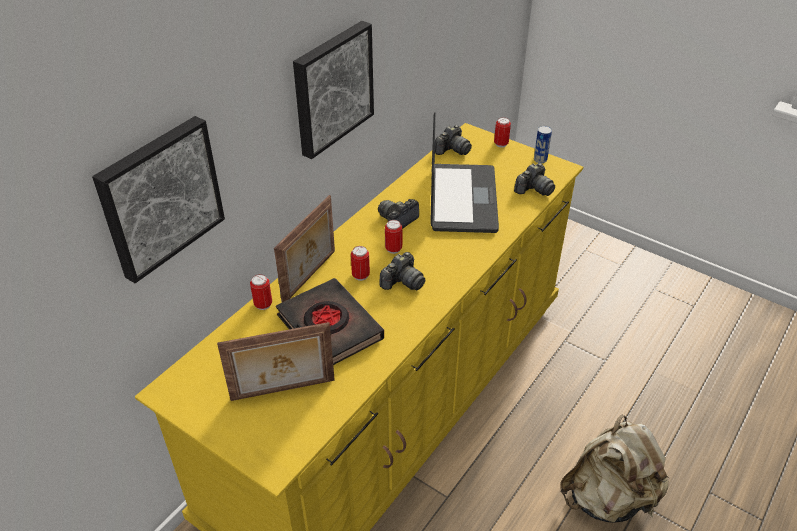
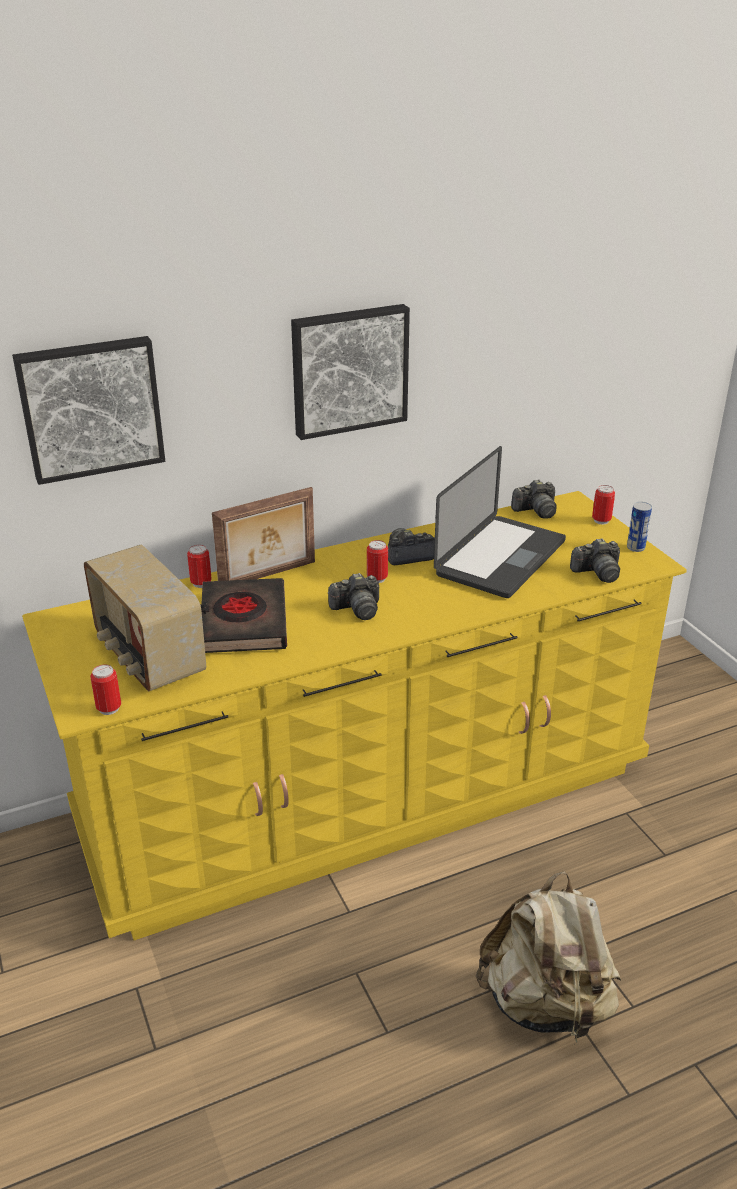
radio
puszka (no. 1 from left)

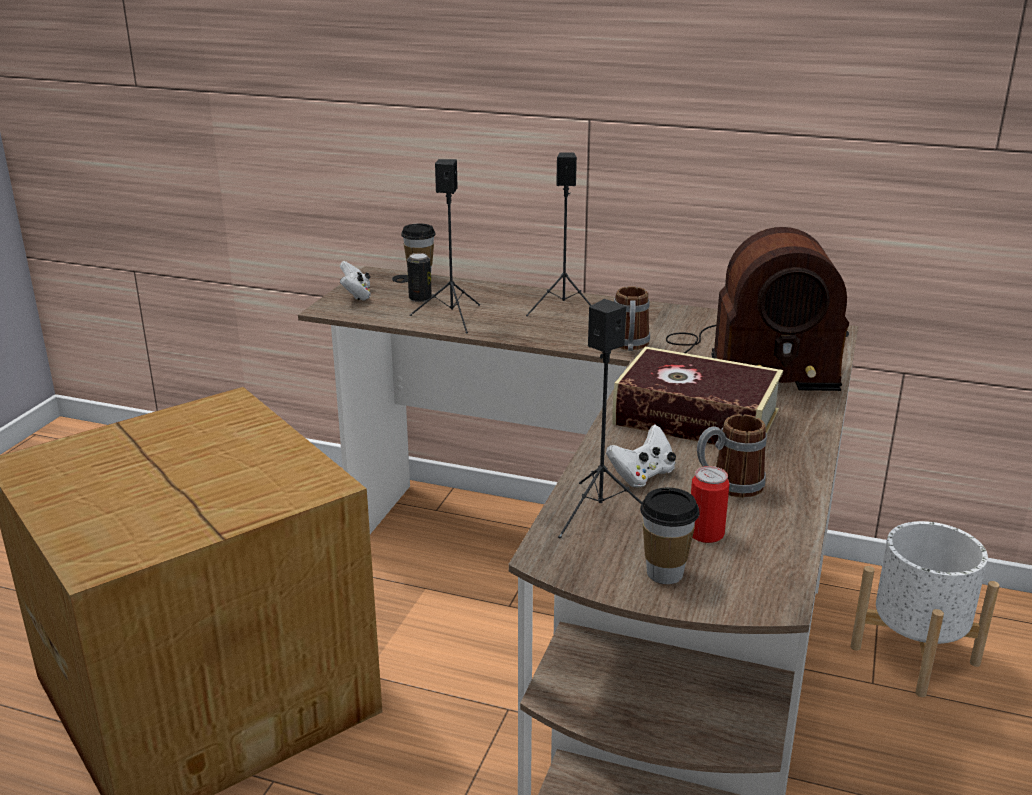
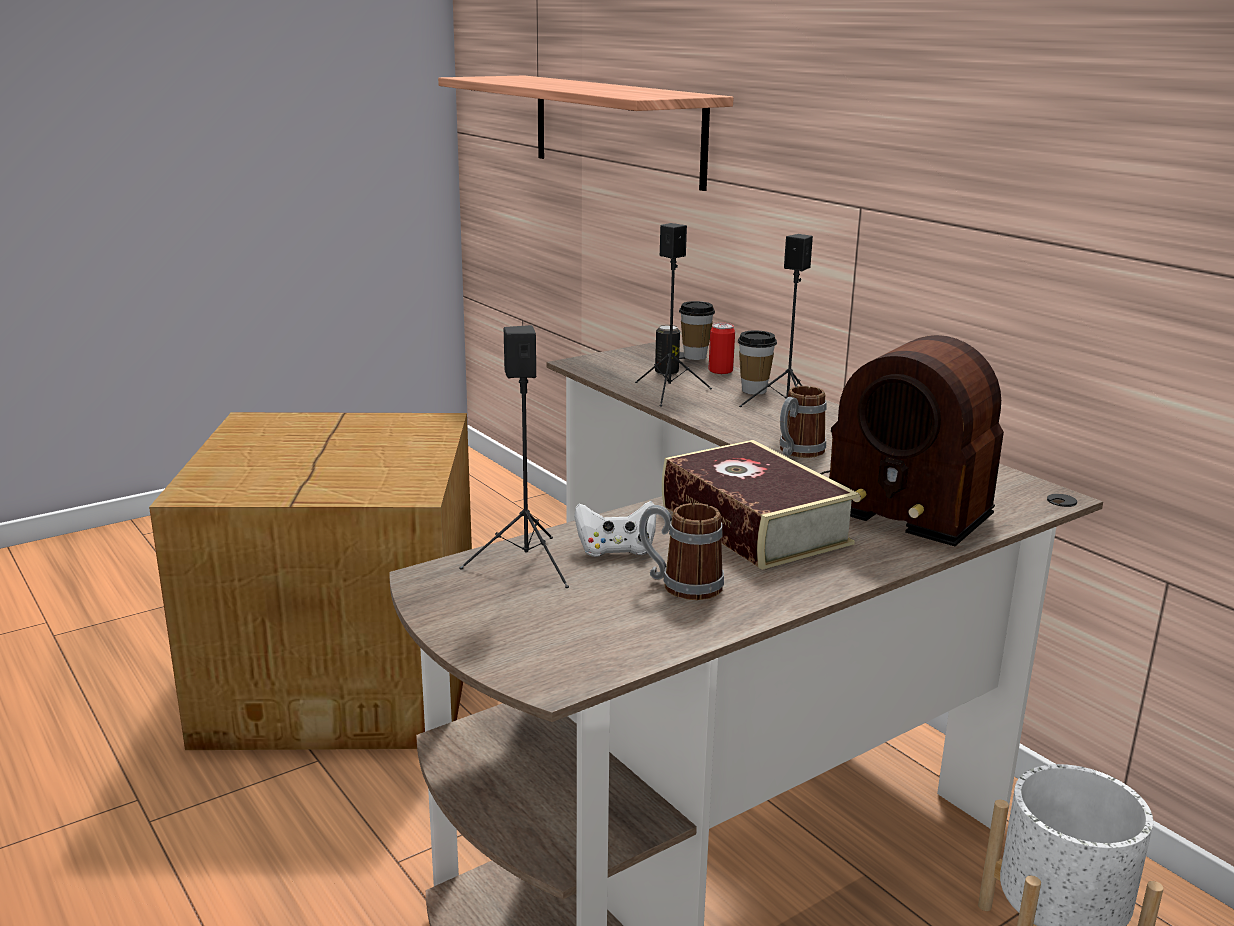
pad do gier/biały (no. 1 from left in the first image)
filiżanka (no. 2 from left)
puszka (no. 2 from left)
półka

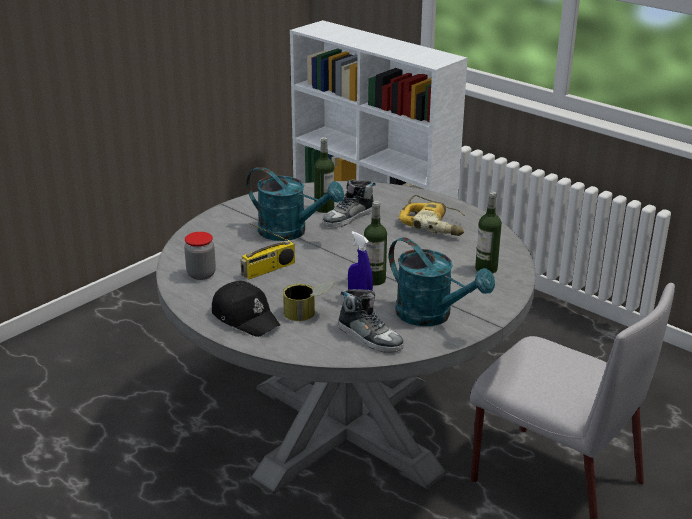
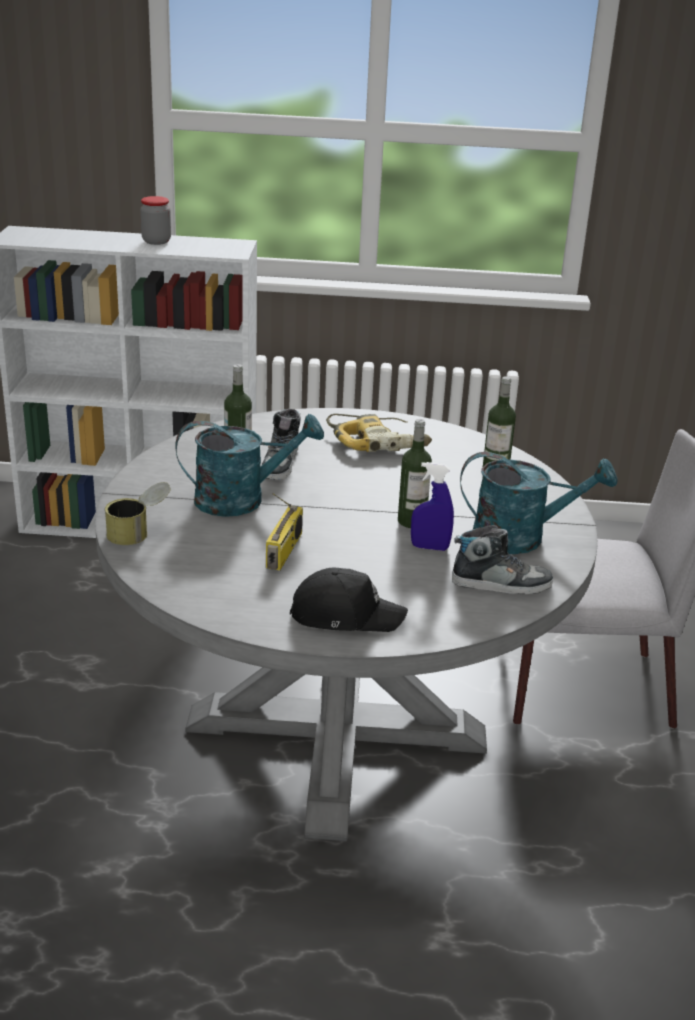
słoik
puszka

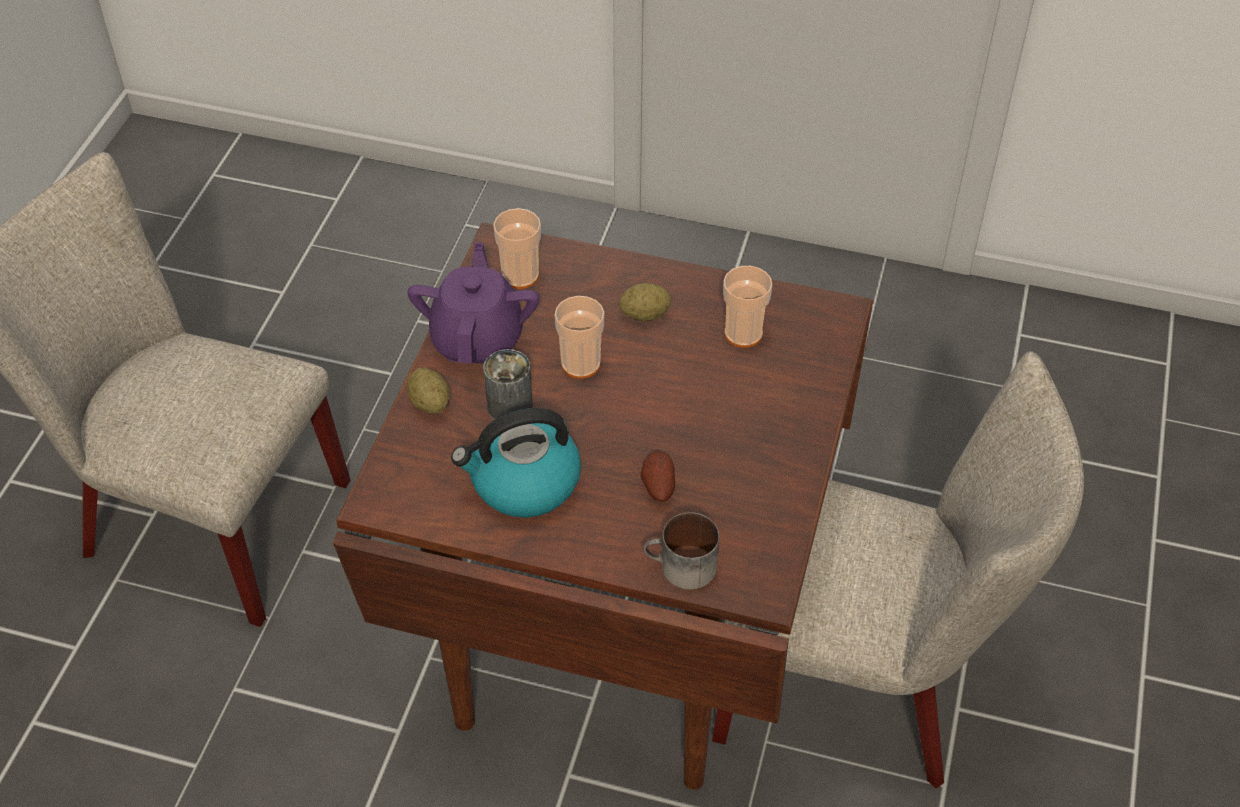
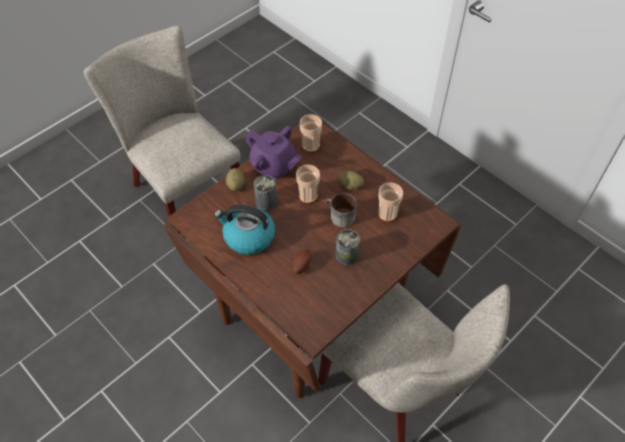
imbryk/fioletowy
kubek
puszka (no. 2 from left)

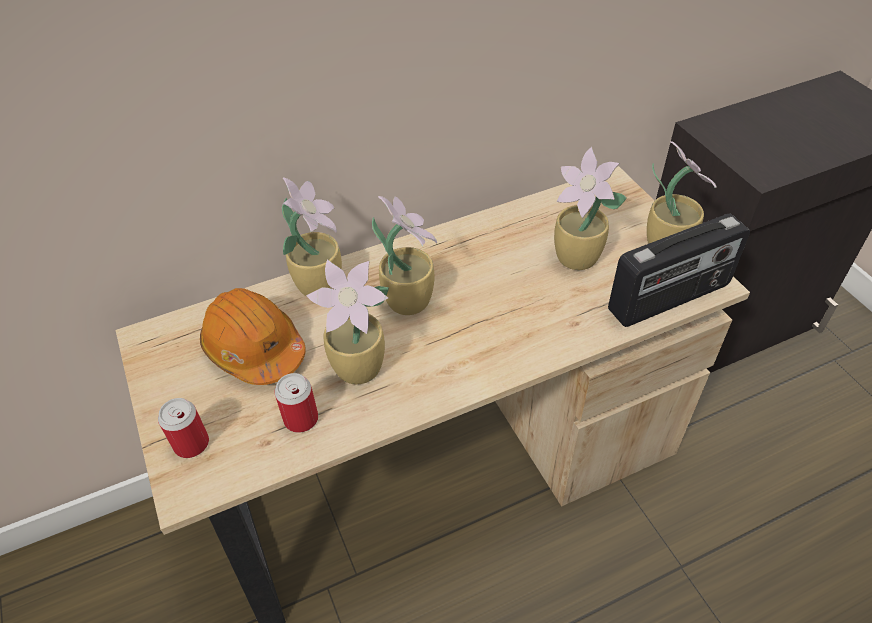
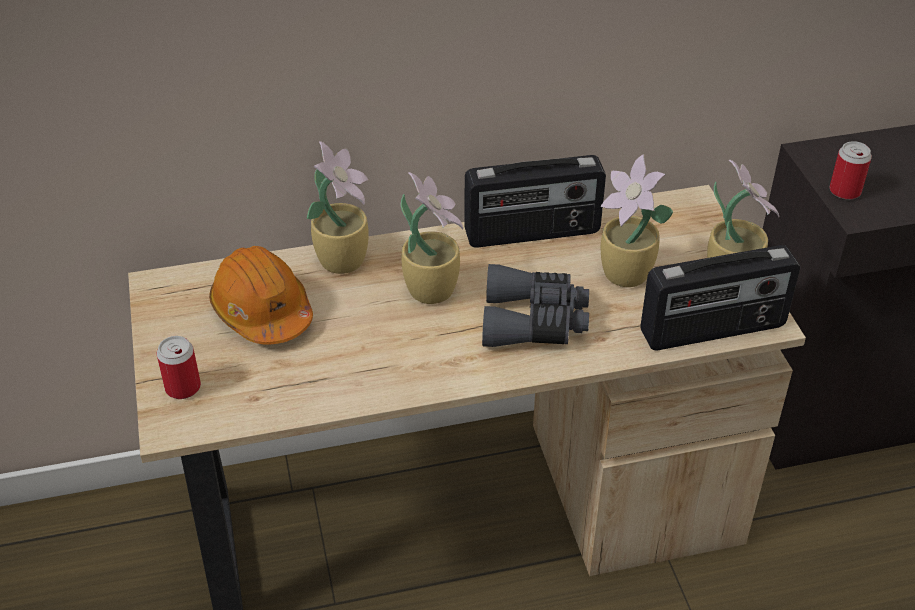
puszka (no. 2 from left)
roślina doniczkowa (no. 2 from left in the first image)
radio (no. 1 from left)
lornetka/szary

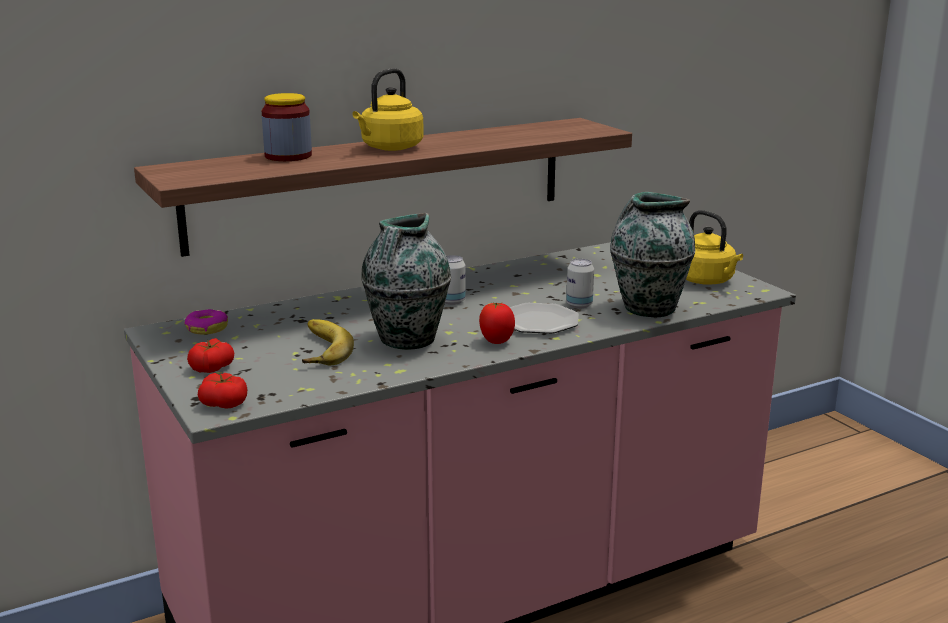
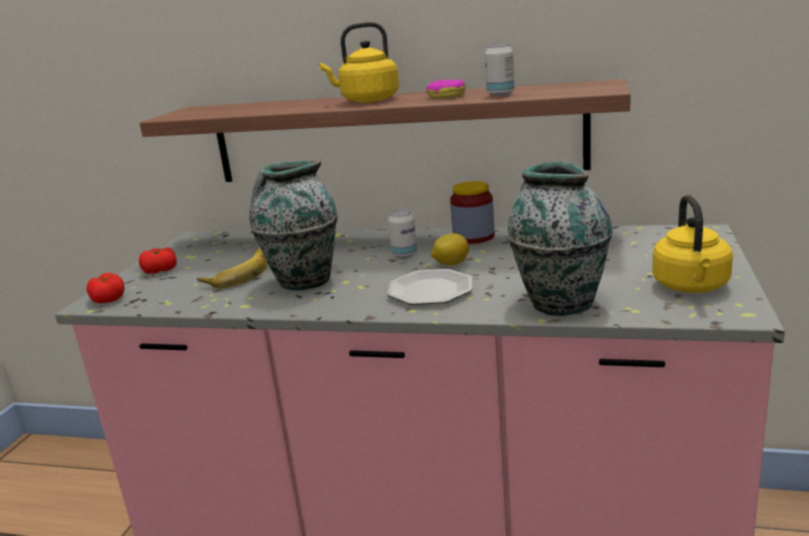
donut
słoik
pomidor (no. 3 from left in the first image)
puszka (no. 2 from left)
cytryna

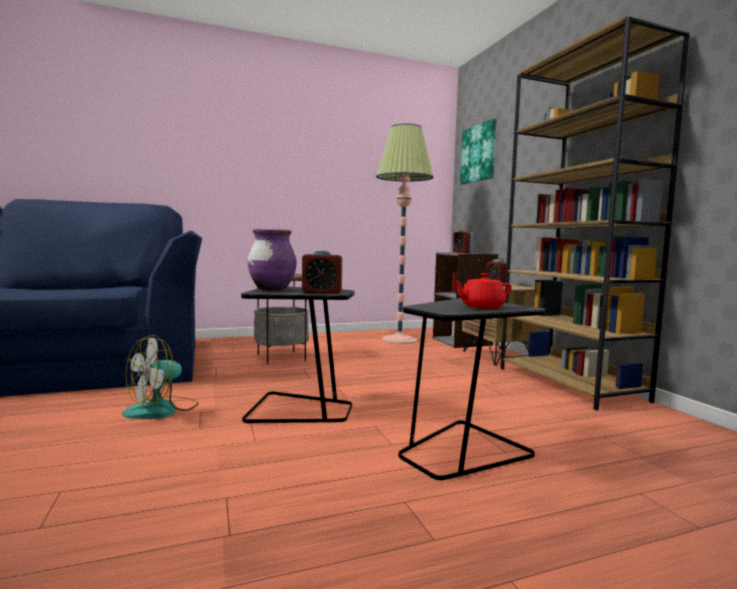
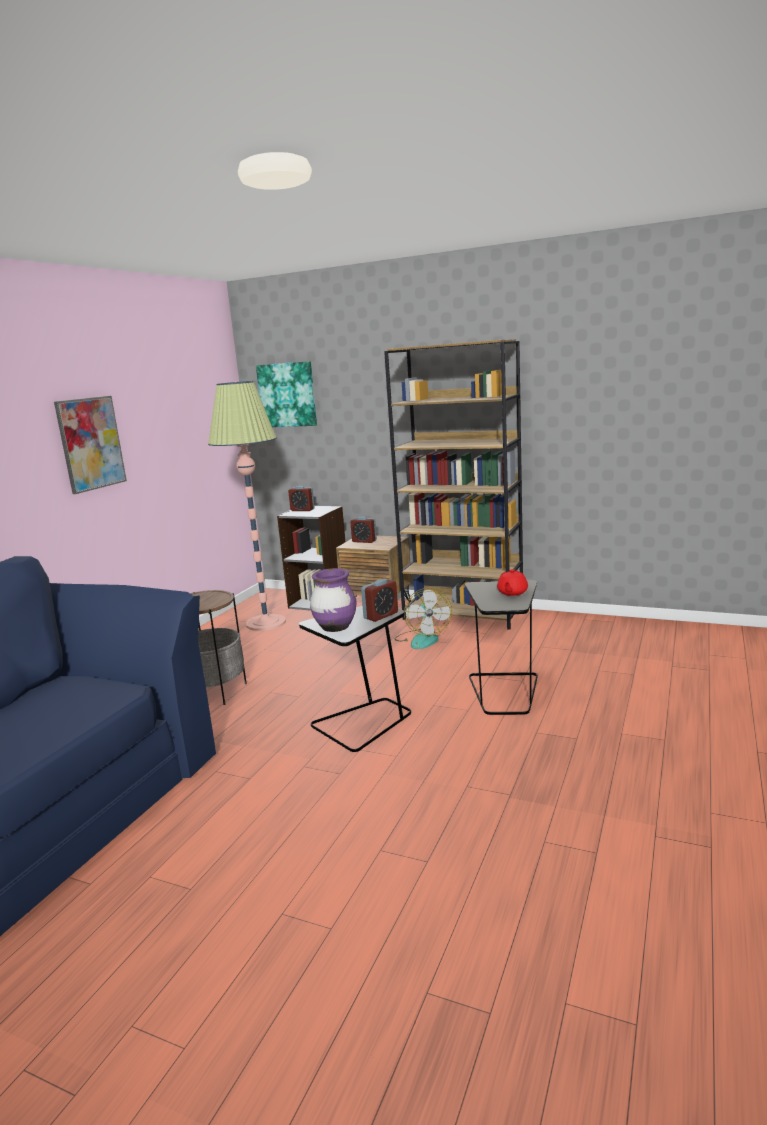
wentylator
obraz (no. 1 from left)

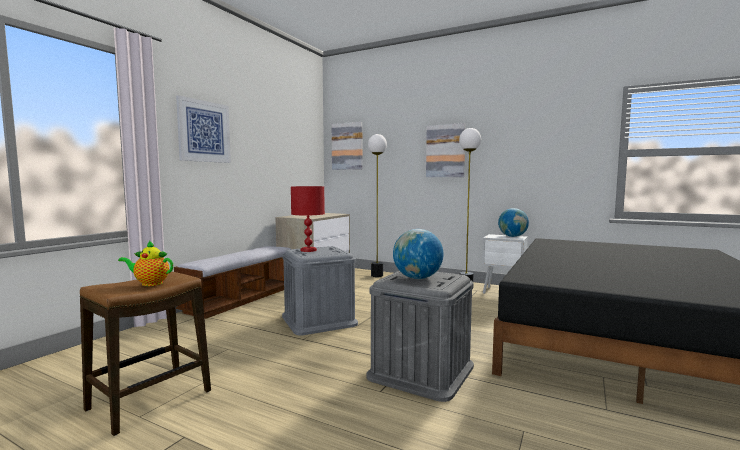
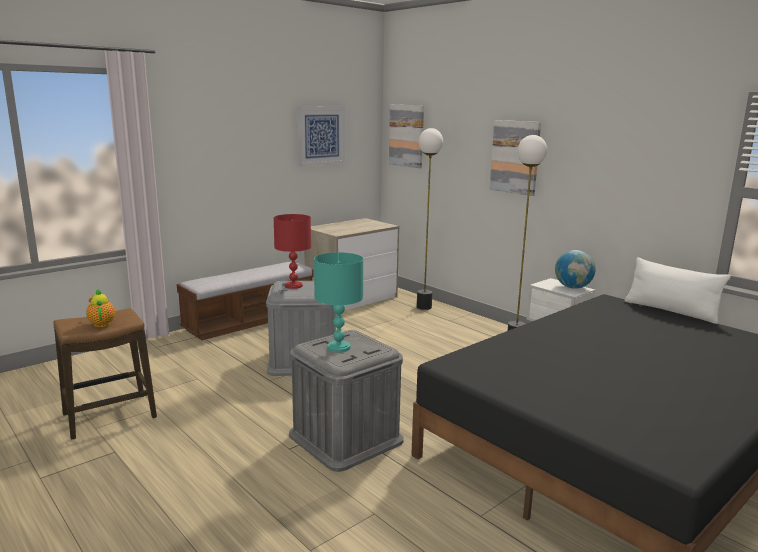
imbryk
obraz (no. 1 from left)
lampa stołowa/turkusowy
poduszka/biały

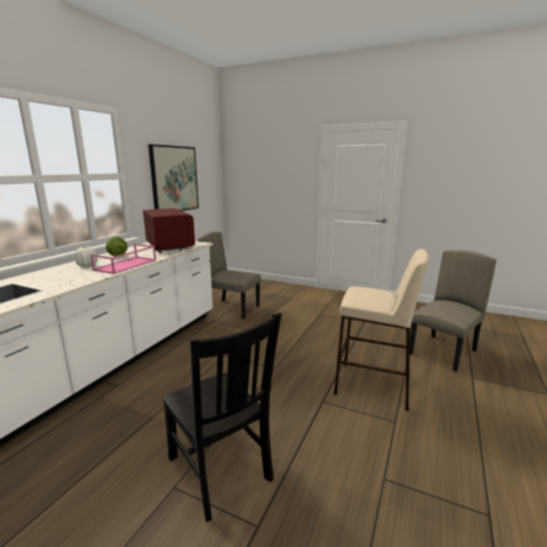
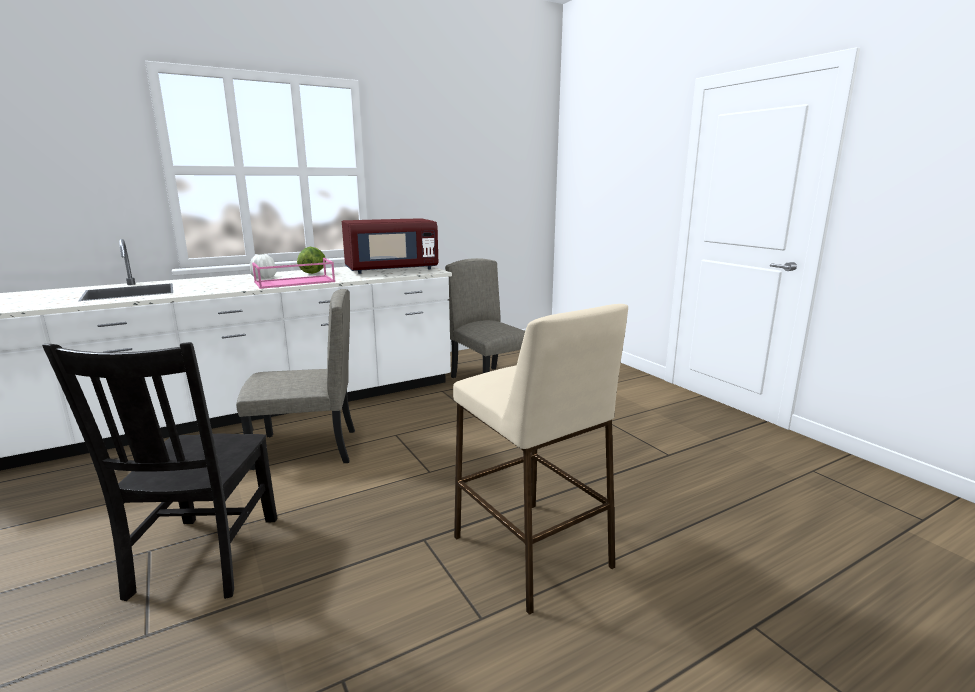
mikrofalówka/czerwony
obraz
krzesło/beżowy (no. 1 from left)

